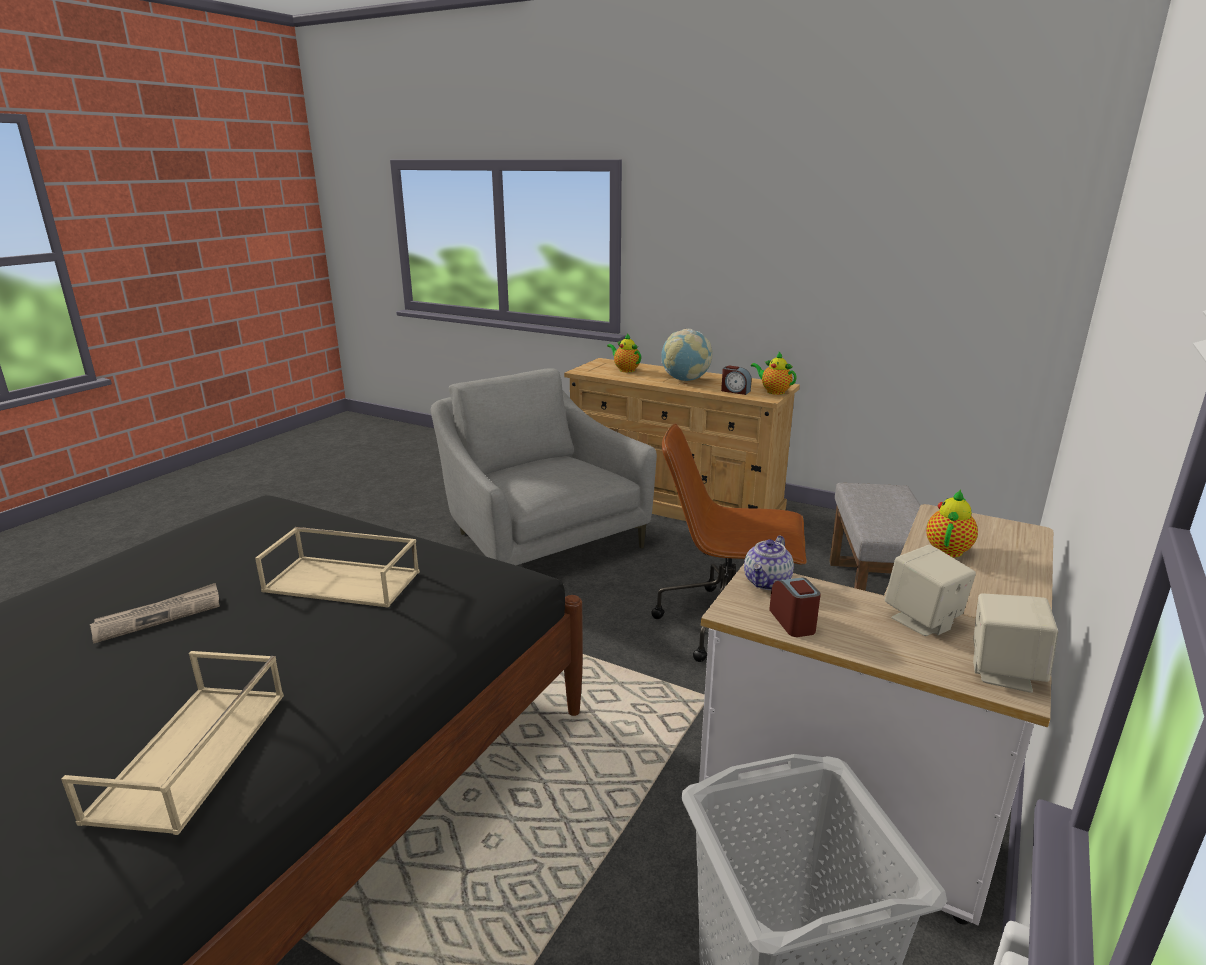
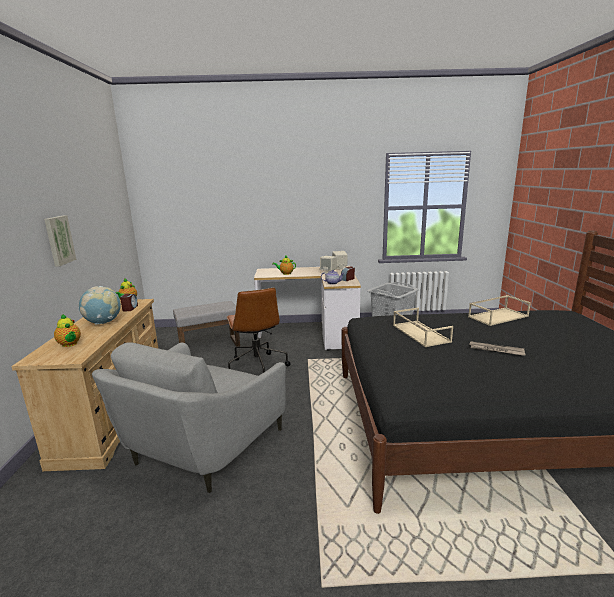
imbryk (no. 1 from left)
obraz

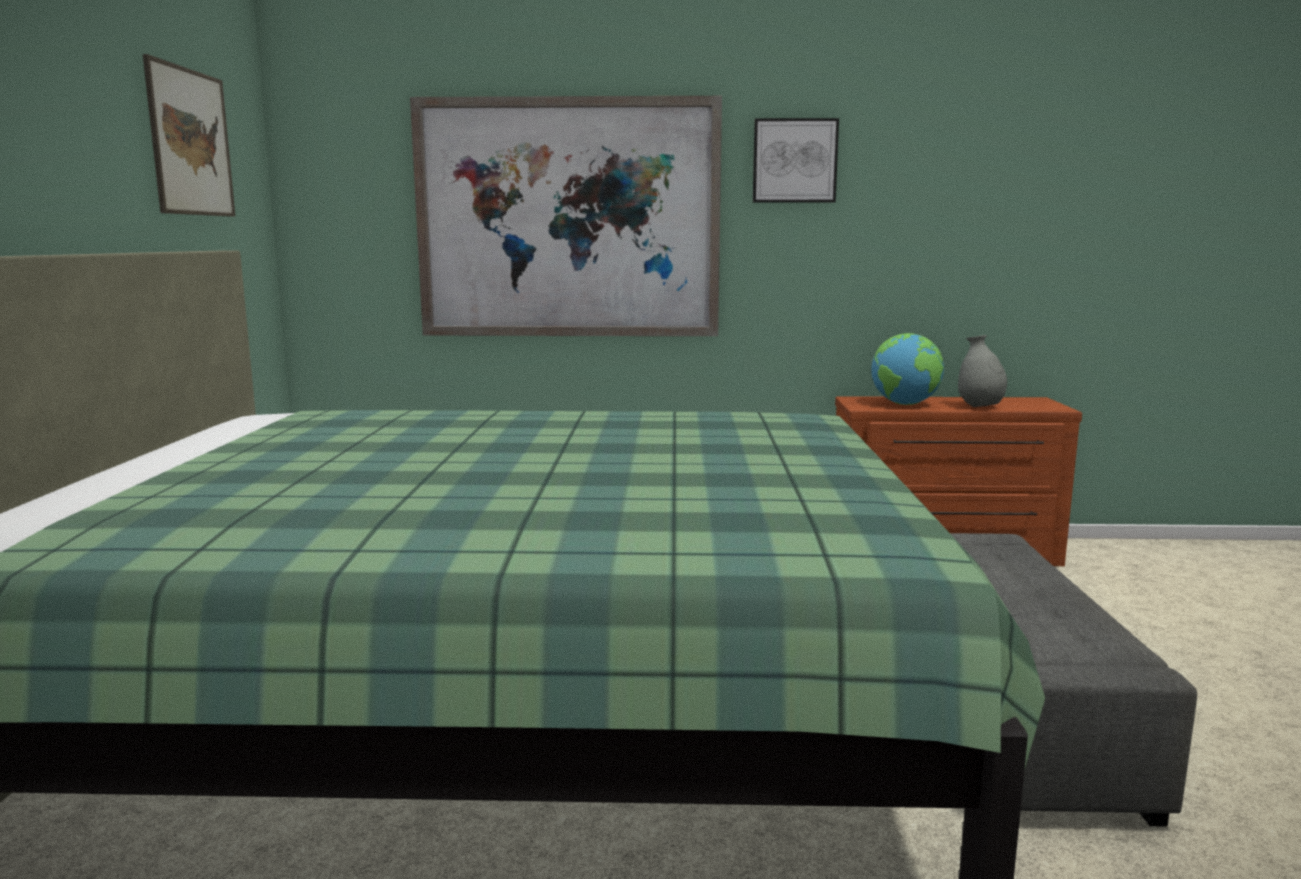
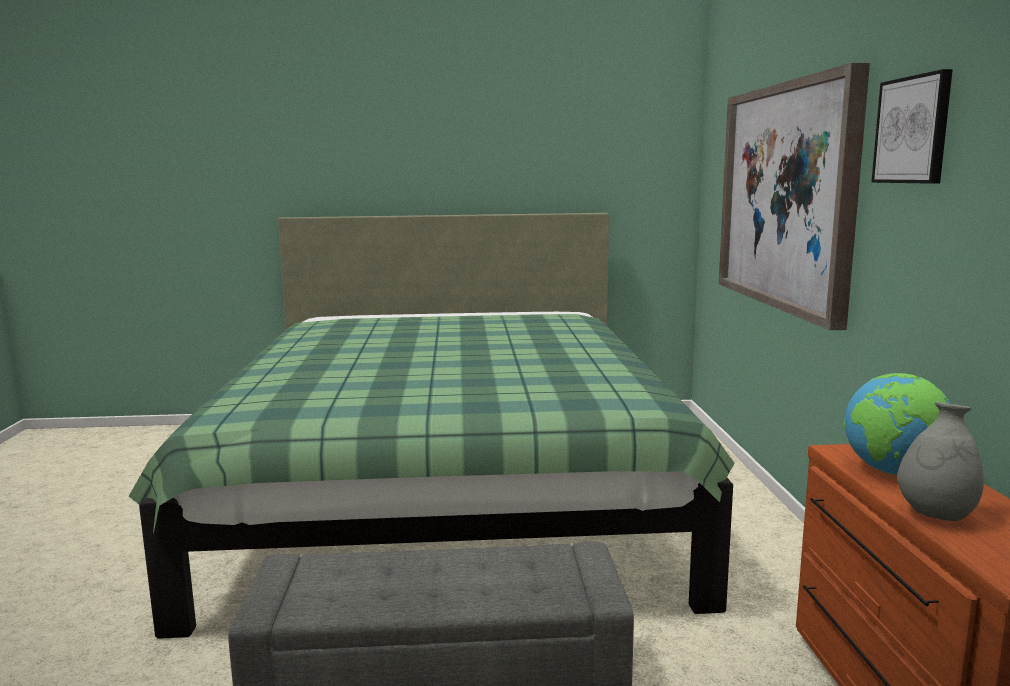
obraz (no. 1 from left in the first image)

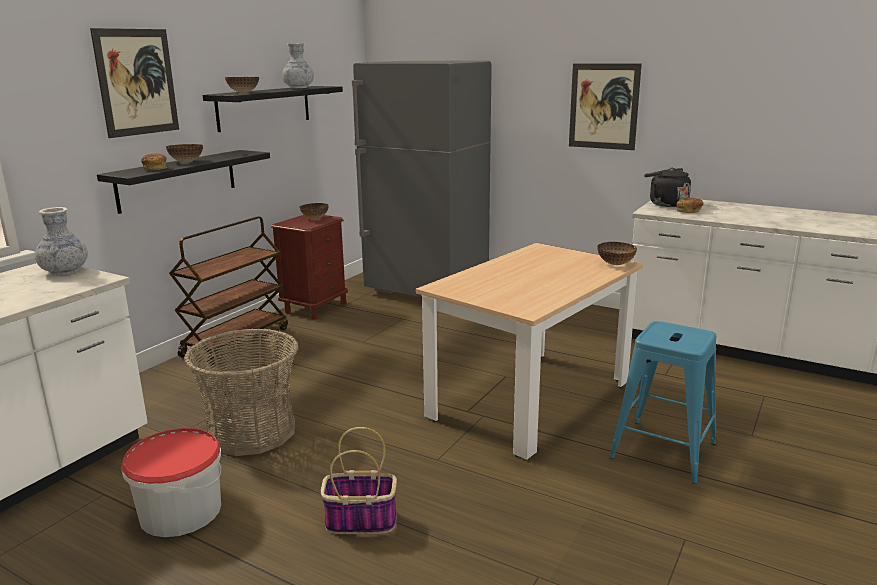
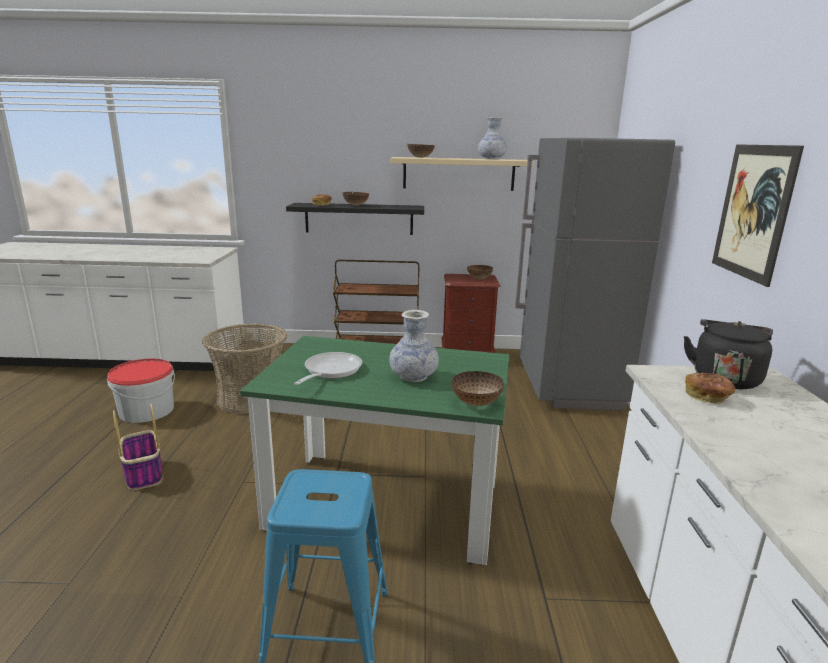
wazon (no. 1 from left)
obraz (no. 1 from left in the first image)
półka/beżowy
stół jadalny/zielony
patelnia

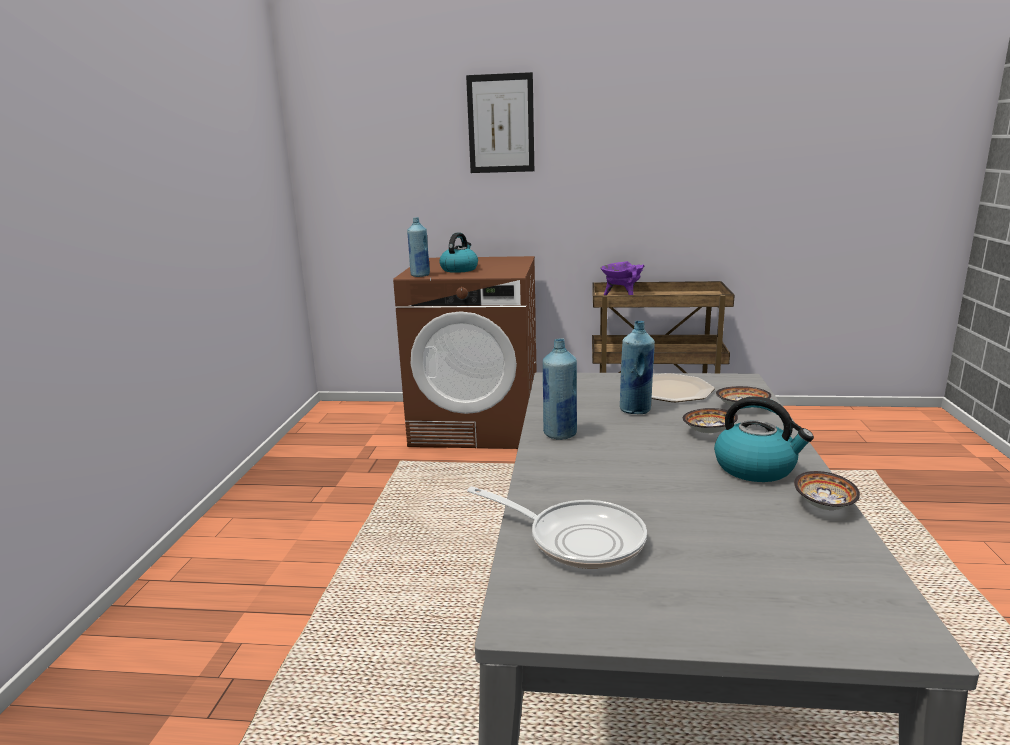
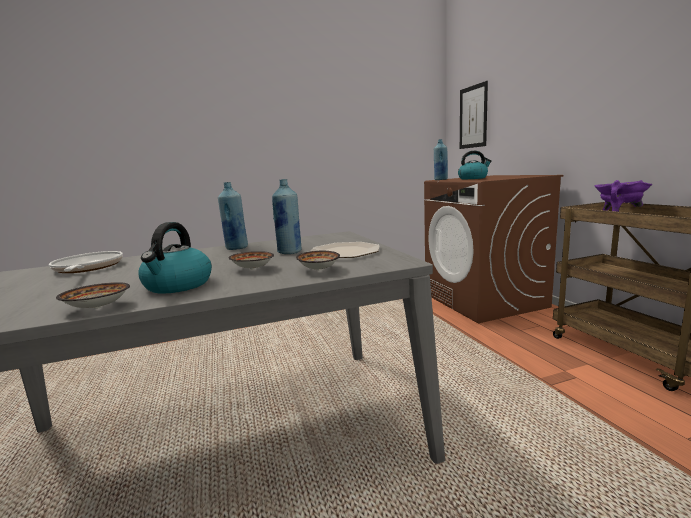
obraz
patelnia

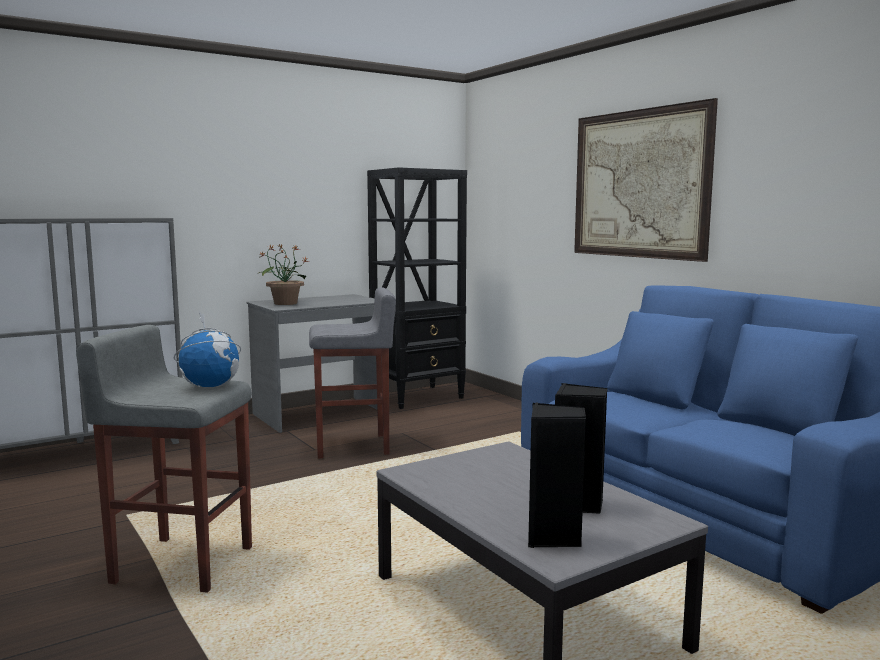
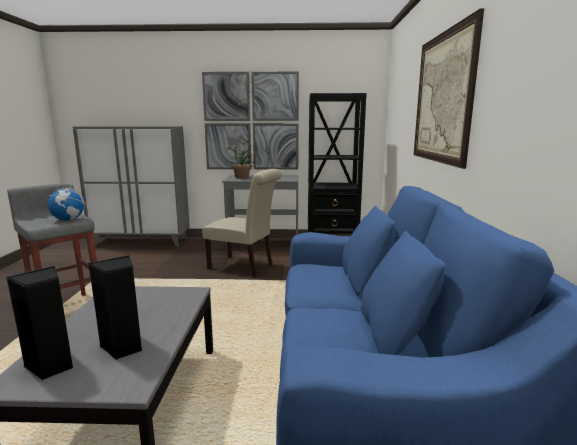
krzesło/beżowy
obraz (no. 1 from left)

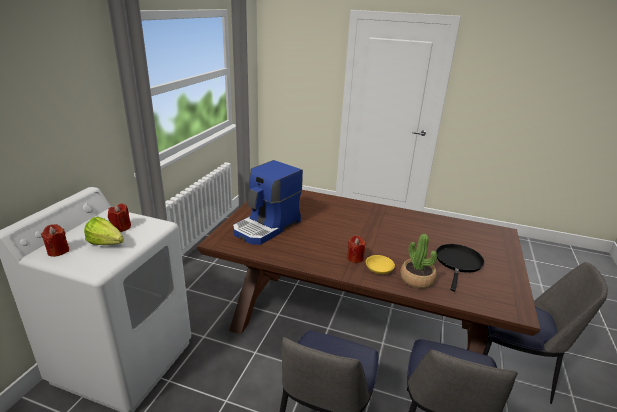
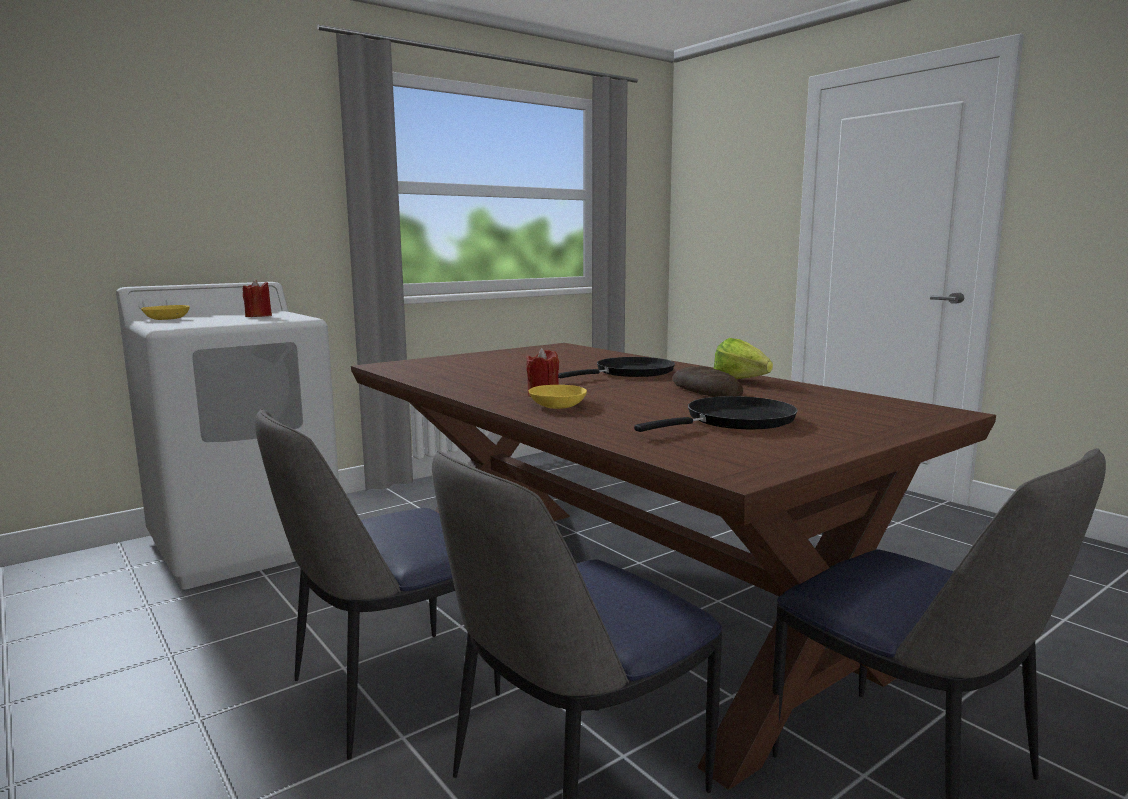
miska/żółty (no. 1 from left)
sałata
ekspres do kawy
roślina doniczkowa
patelnia/czarny (no. 1 from left)
chleb

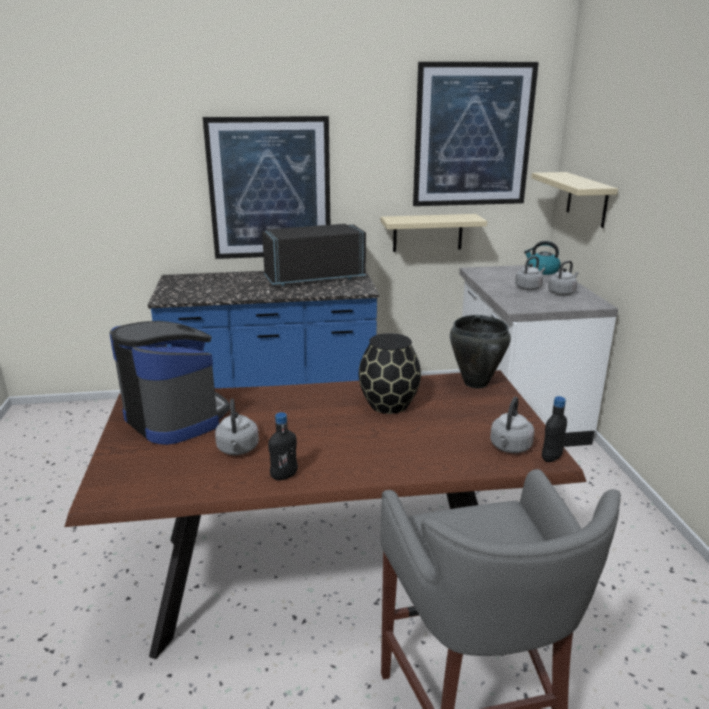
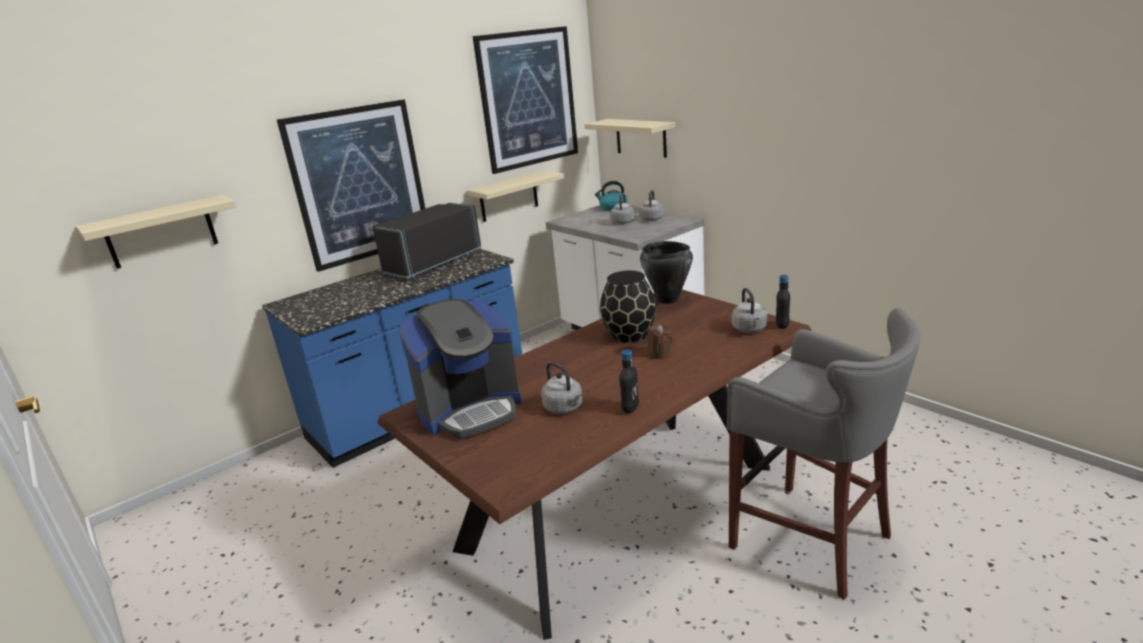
ekspres do kawy
półka/beżowy (no. 1 from left)
świeca/brązowy

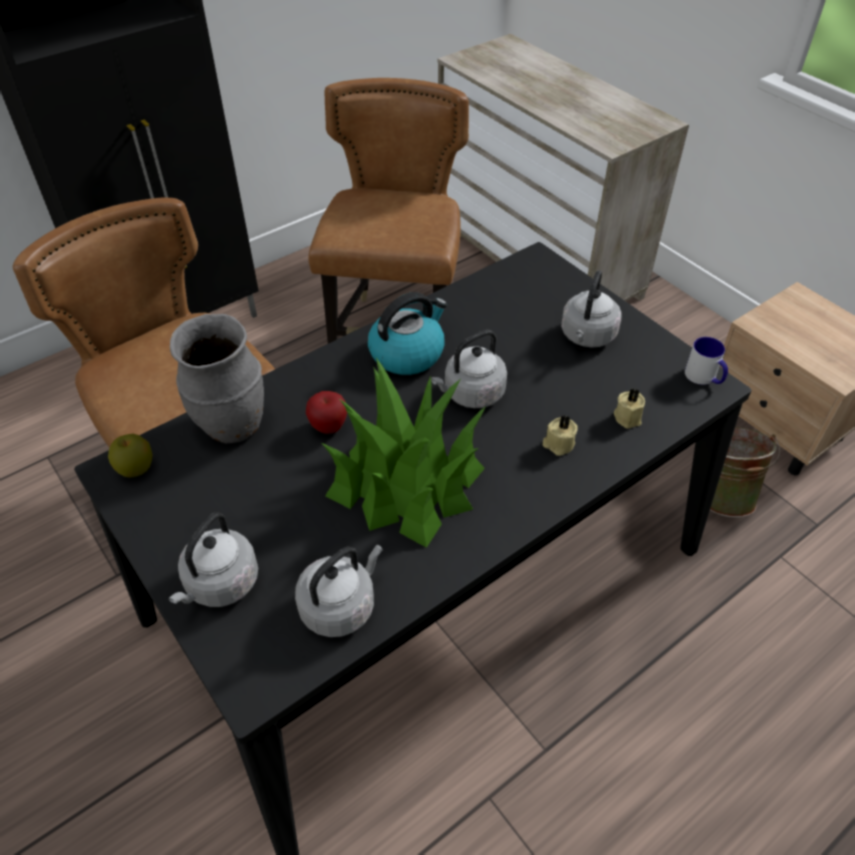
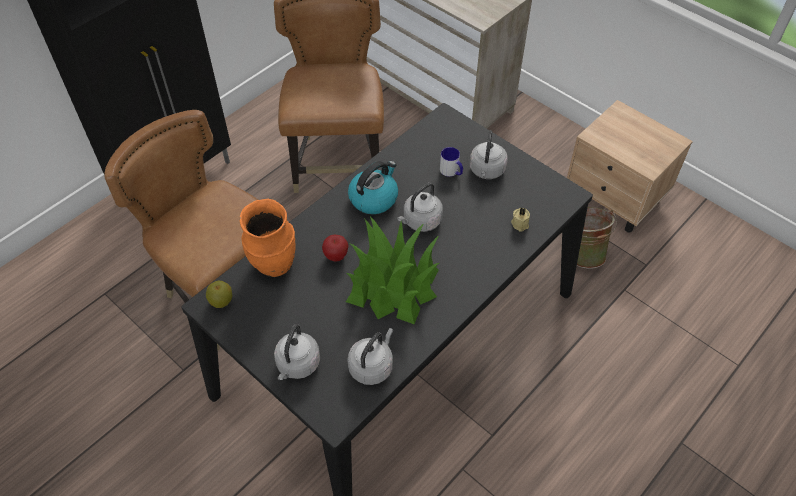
wazon/pomarańczowy
świeca/beżowy (no. 1 from left in the first image)
kubek

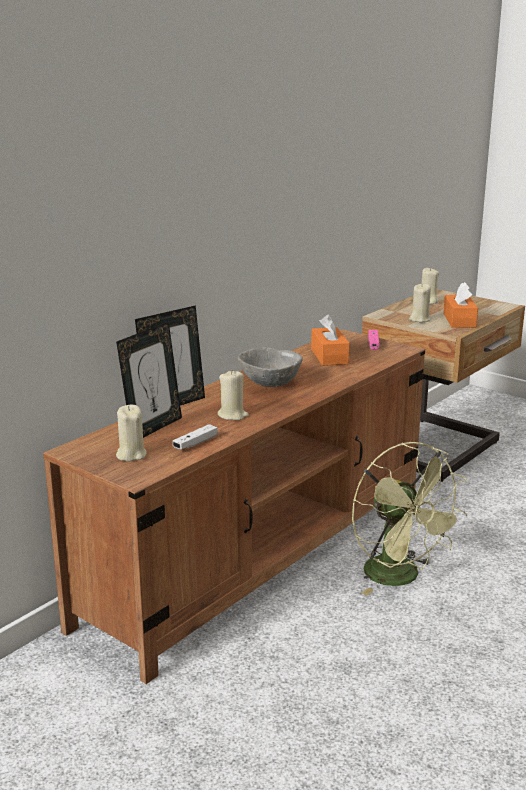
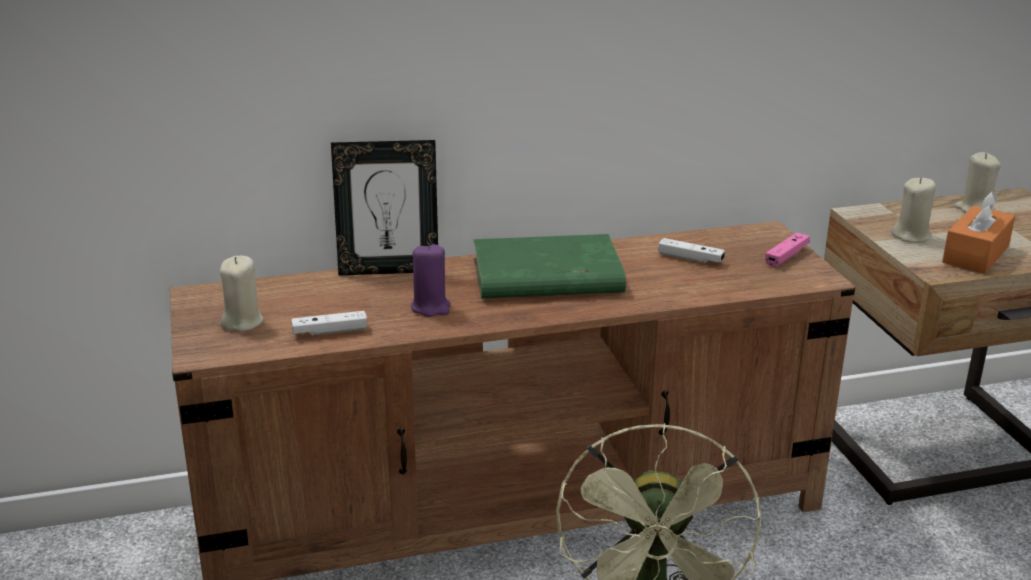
ramka na zdjęcie (no. 1 from left in the first image)
świeca/fioletowy
książka/zielony
pad do gier/biały (no. 2 from left)

